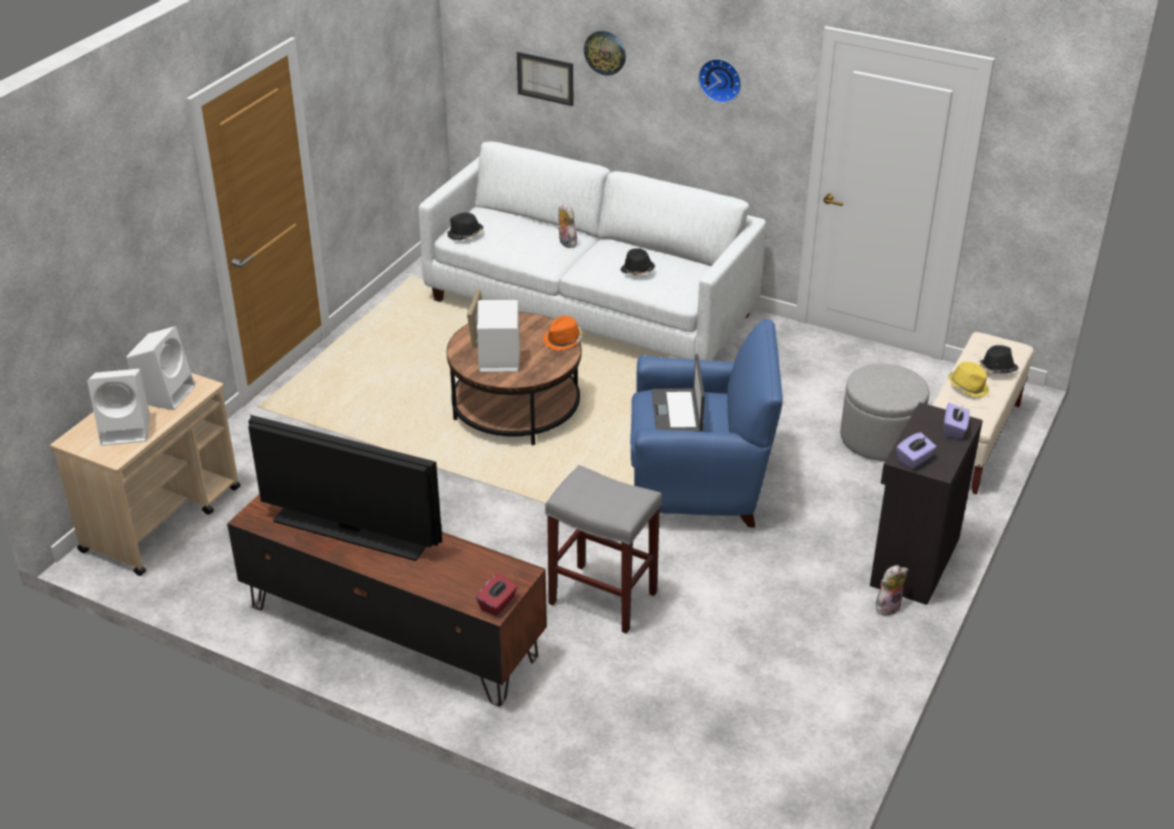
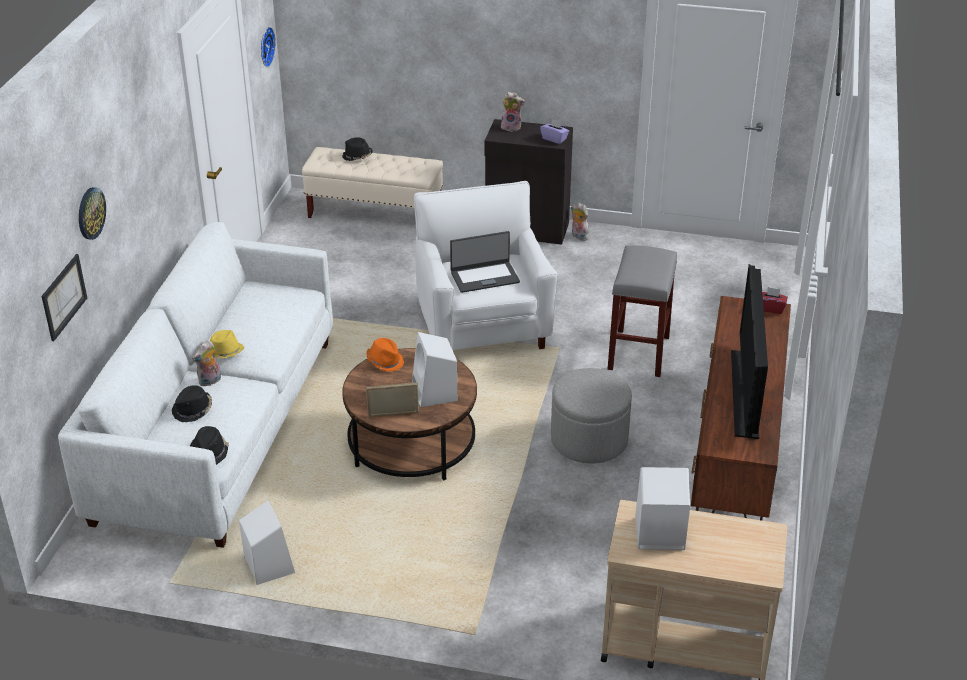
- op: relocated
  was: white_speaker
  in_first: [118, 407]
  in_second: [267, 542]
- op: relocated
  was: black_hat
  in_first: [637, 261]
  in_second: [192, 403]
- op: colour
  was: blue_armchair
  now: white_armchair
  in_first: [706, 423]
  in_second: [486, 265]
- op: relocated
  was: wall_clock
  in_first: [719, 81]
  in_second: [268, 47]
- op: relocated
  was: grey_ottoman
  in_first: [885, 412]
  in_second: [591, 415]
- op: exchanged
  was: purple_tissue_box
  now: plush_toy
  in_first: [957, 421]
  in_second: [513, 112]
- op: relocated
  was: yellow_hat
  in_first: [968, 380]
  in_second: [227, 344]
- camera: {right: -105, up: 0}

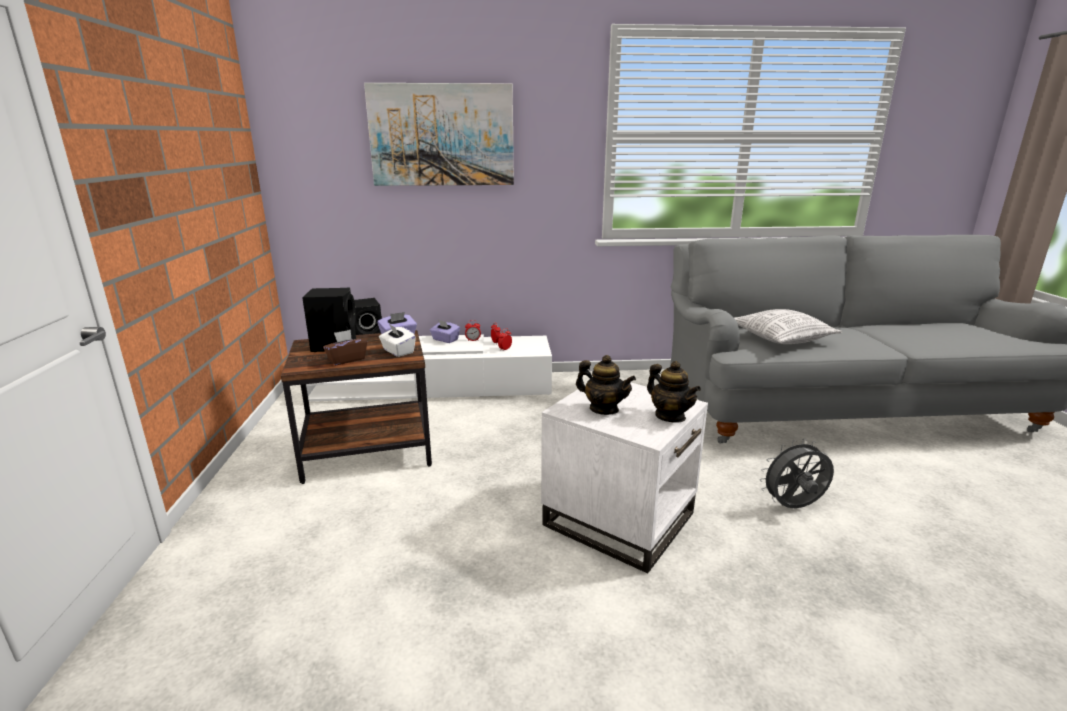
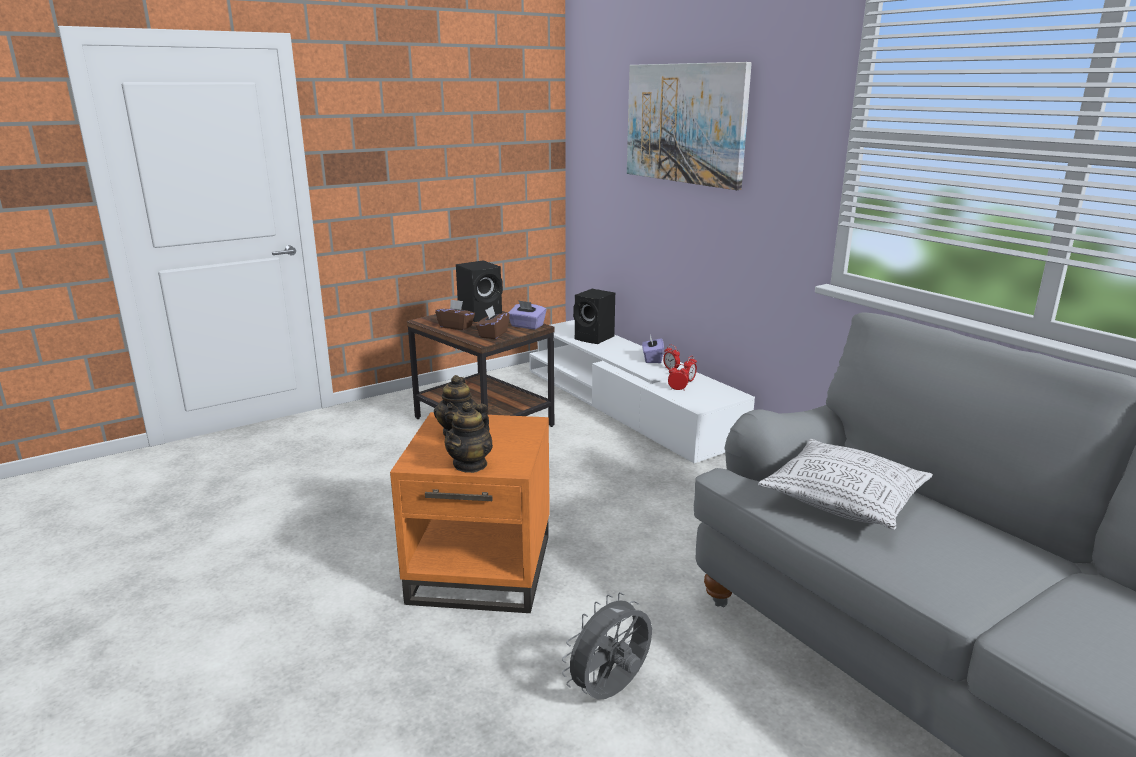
- op: colour
  was: white_tissue_box
  now: brown_tissue_box
  in_first: [397, 340]
  in_second: [493, 322]
- op: colour
  was: white_side_table
  now: orange_side_table
  in_first: [624, 476]
  in_second: [470, 512]
- op: spun
  was: grey_fan
  in_first: [797, 473]
  in_second: [607, 645]
  clockwise: -90
- camera: {right: 60, up: 0}

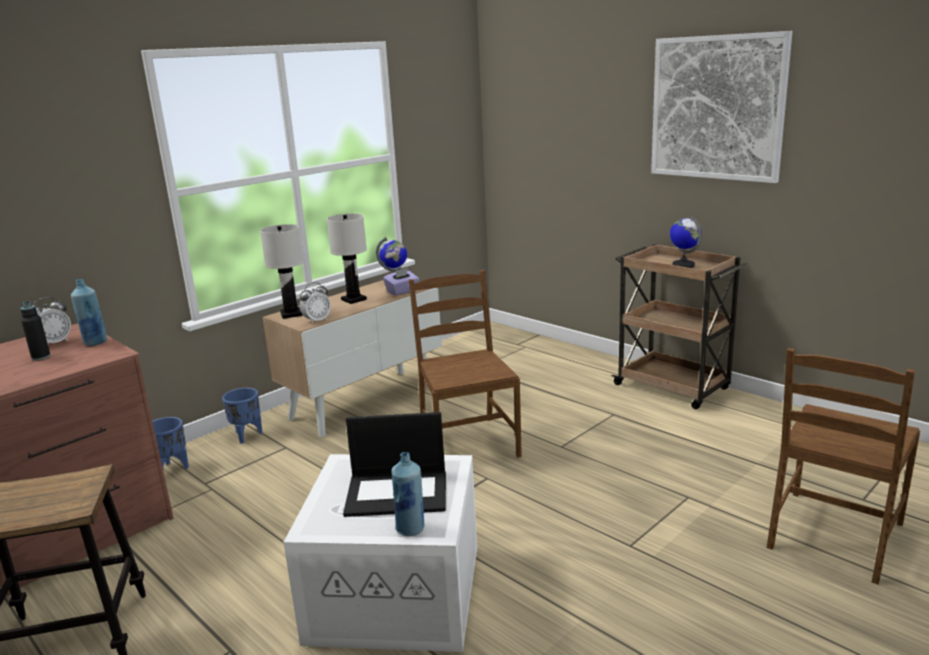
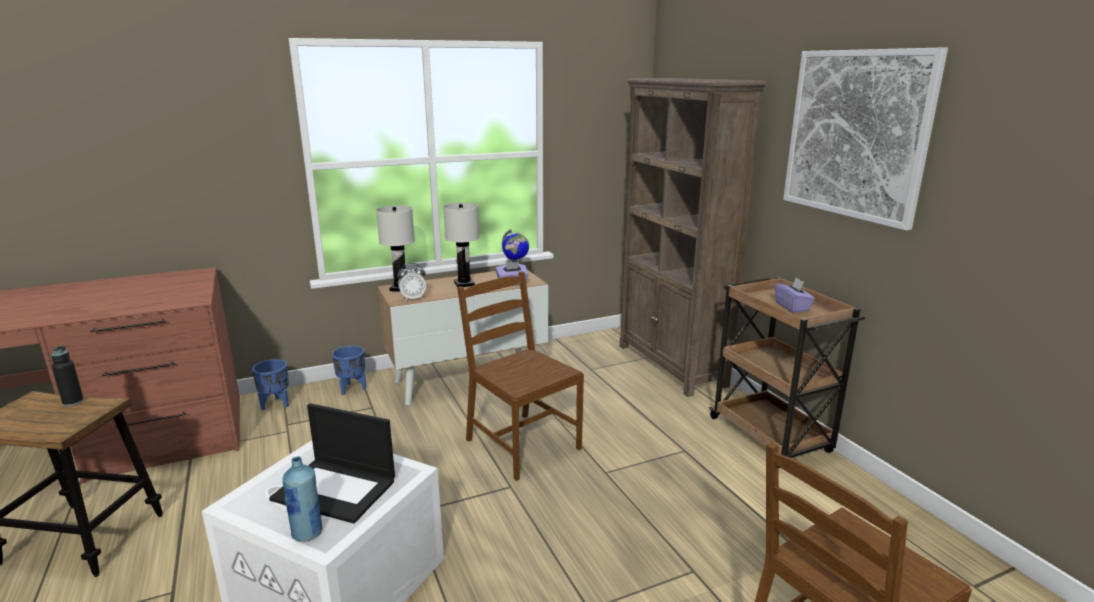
- op: relocated
  was: black_bottle
  in_first: [35, 330]
  in_second: [67, 376]
- op: missing
  was: alarm_clock
  in_first: [52, 320]
- op: missing
  was: blue_bottle
  in_first: [89, 312]
- op: spun
  was: brown_chair
  in_first: [465, 364]
  in_second: [520, 376]
  clockwise: -45
- op: exchanged
  was: globe
  now: purple_tissue_box
  in_first: [686, 242]
  in_second: [795, 295]
- op: appeared
  now: brown_bookcase
  in_second: [693, 237]
- camera: {right: 20, up: 0}

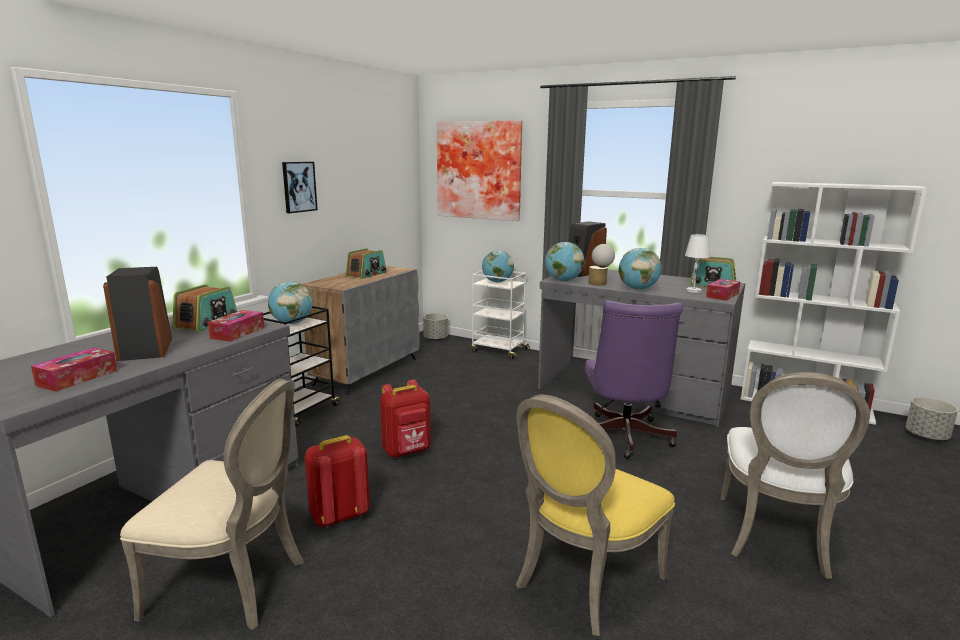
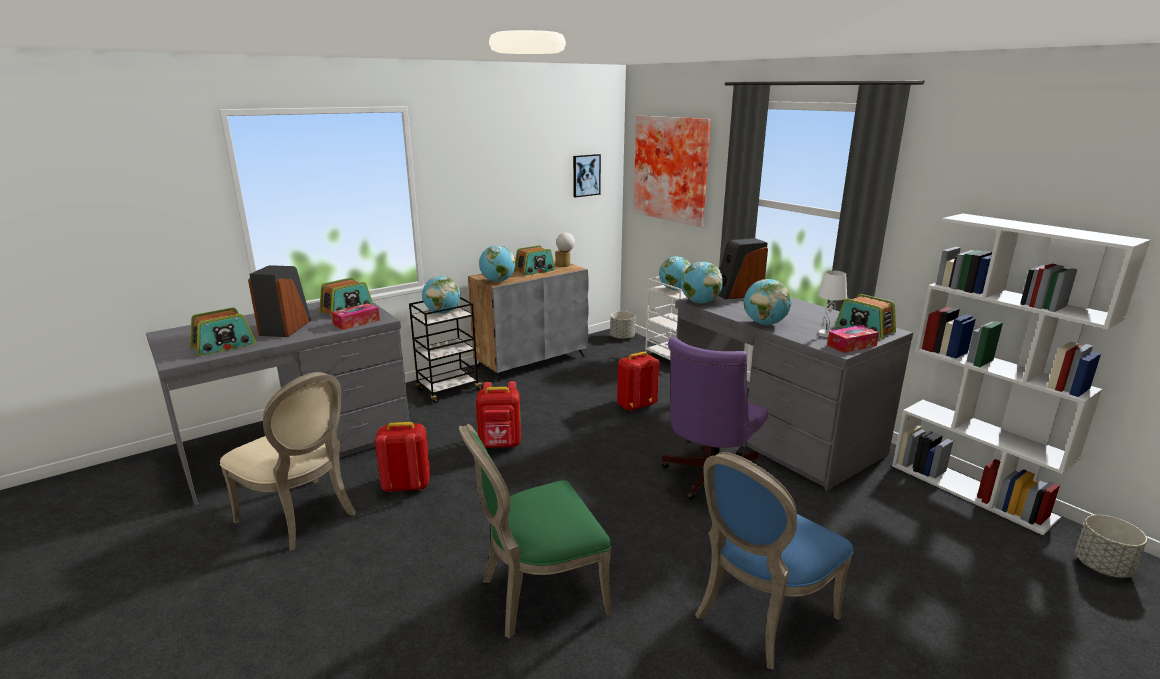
- op: exchanged
  was: tissue_box
  now: radio
  in_first: [74, 370]
  in_second: [223, 331]
- op: relocated
  was: picture
  in_first: [300, 187]
  in_second: [587, 175]
- op: colour
  was: yellow_chair
  now: green_chair
  in_first: [595, 515]
  in_second: [535, 531]
- op: relocated
  was: table_lamp
  in_first: [601, 265]
  in_second: [565, 250]
- op: colour
  was: white_chair
  now: blue_chair
  in_first: [795, 475]
  in_second: [774, 561]
- op: appeared
  now: globe
  in_second: [497, 263]
- op: appeared
  now: red_backpack
  in_second: [638, 381]
- camera: {right: 25, up: 5}

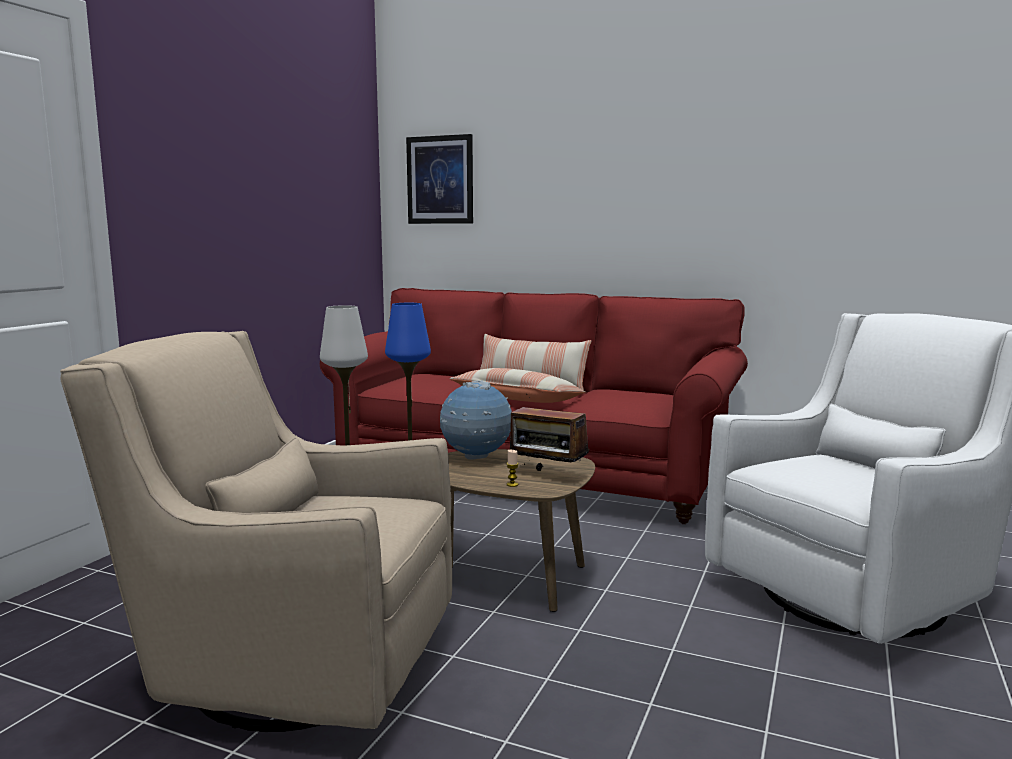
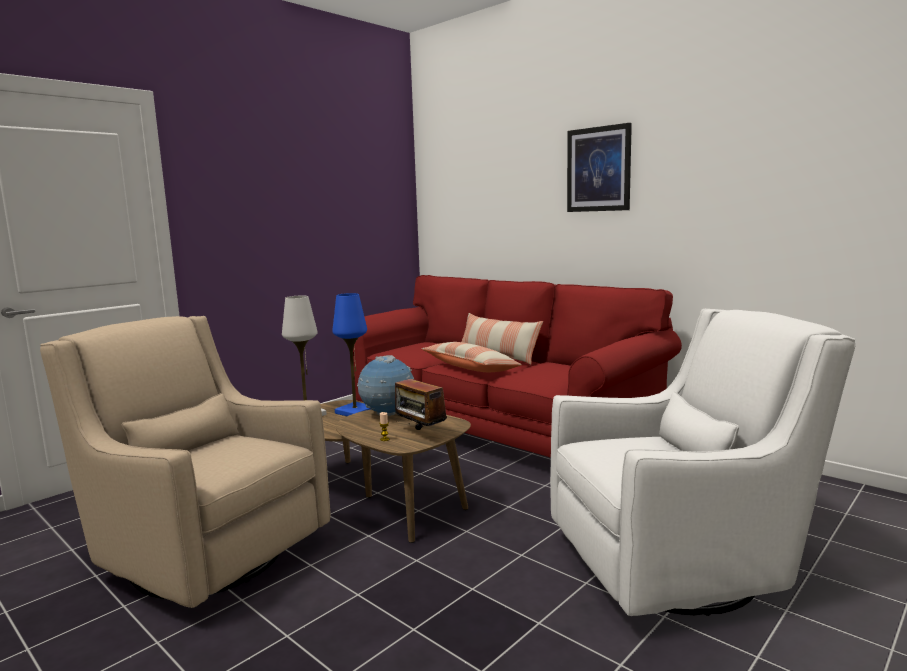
- op: relocated
  was: picture
  in_first: [439, 179]
  in_second: [599, 167]
- camera: {right: 20, up: 0}

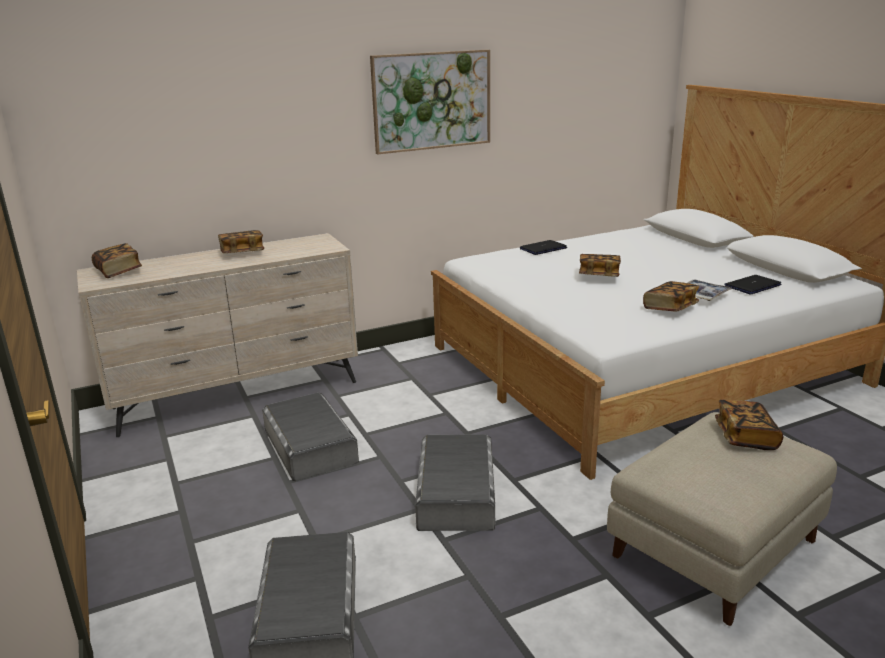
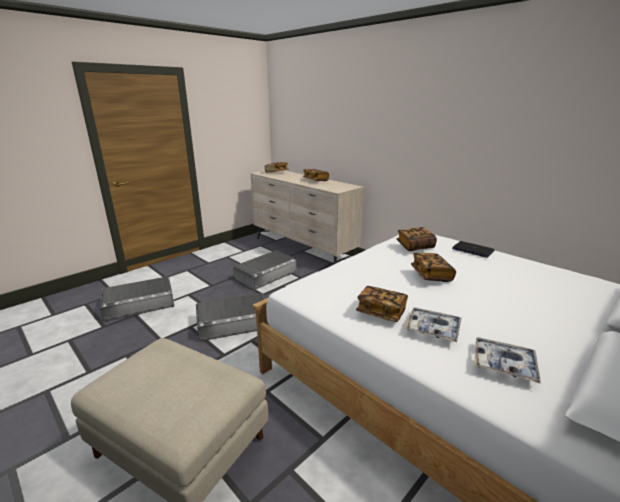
- op: missing
  was: picture
  in_first: [430, 102]
- op: relocated
  was: book
  in_first: [749, 424]
  in_second: [417, 239]
- op: exchanged
  was: laptop
  now: tray
  in_first: [753, 284]
  in_second: [507, 360]
- camera: {right: 70, up: 0}

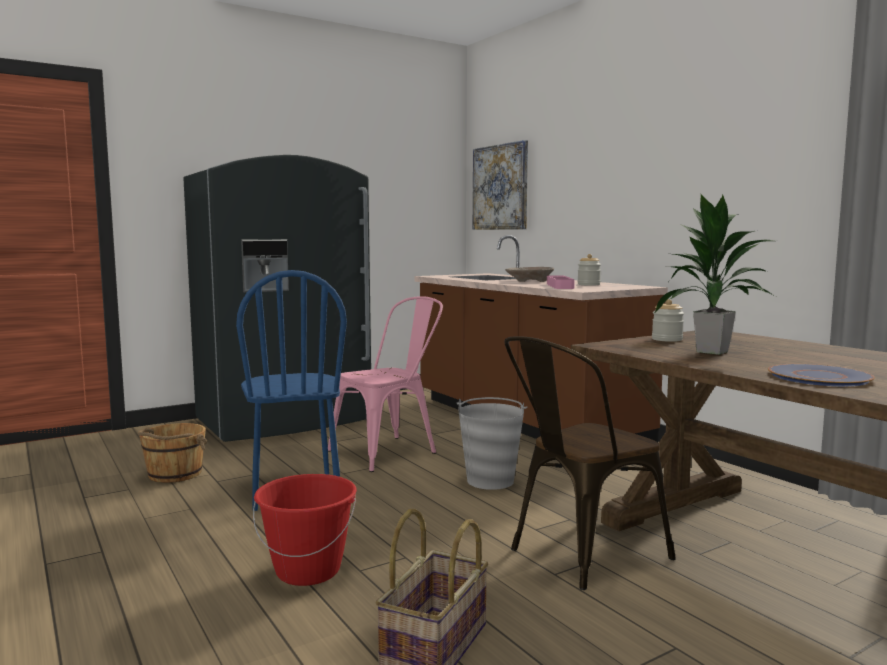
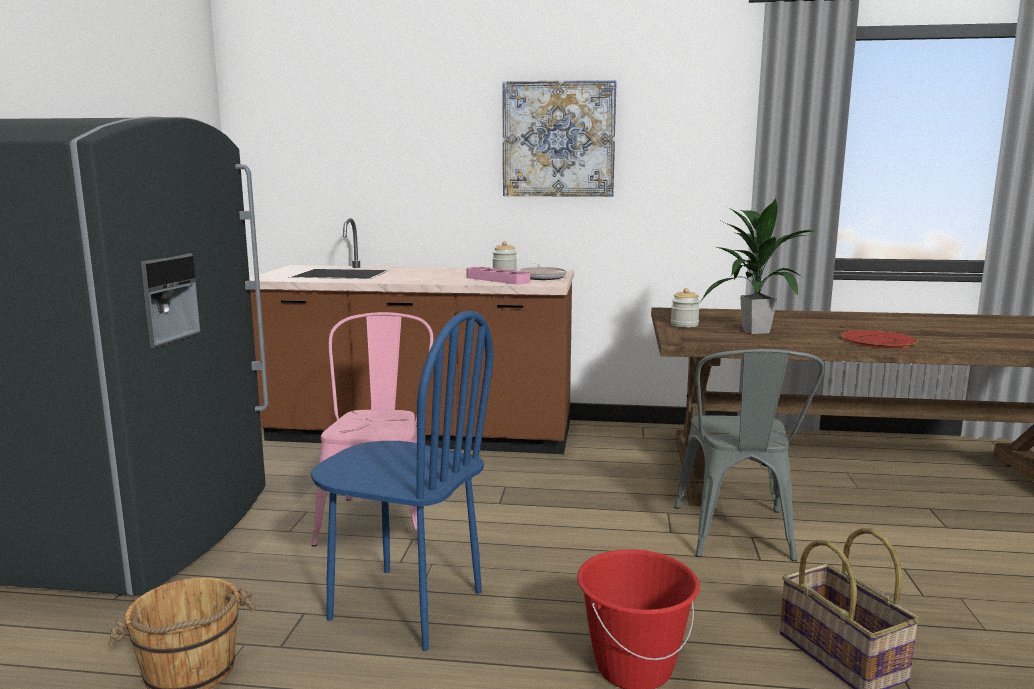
- op: missing
  was: grey_bucket
  in_first: [492, 443]
- op: relocated
  was: picture
  in_first: [500, 185]
  in_second: [559, 138]
- op: colour
  was: brown_chair
  now: grey_chair
  in_first: [590, 463]
  in_second: [749, 455]
- op: missing
  was: beige_bowl
  in_first: [529, 274]
- op: colour
  was: blue_plate
  now: red_plate
  in_first: [821, 375]
  in_second: [879, 339]
- op: appeared
  now: frying_pan
  in_second: [543, 271]
- camera: {right: -50, up: 5}

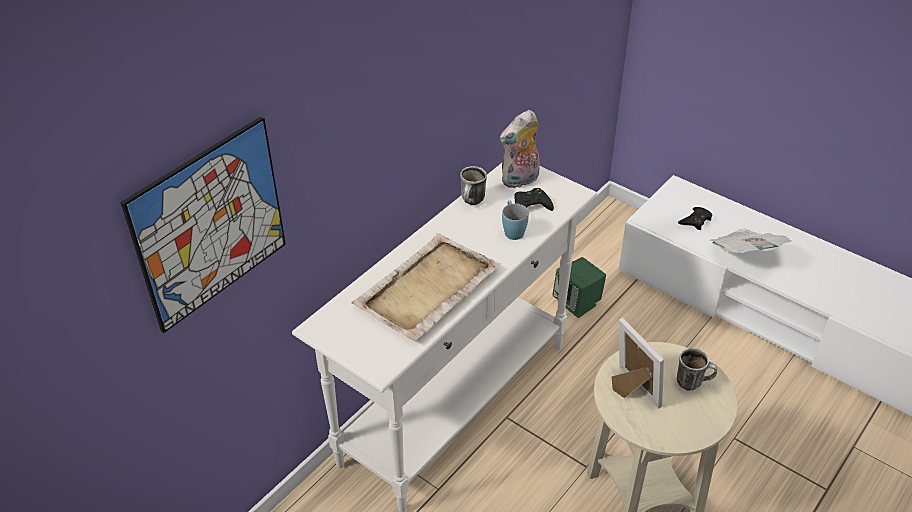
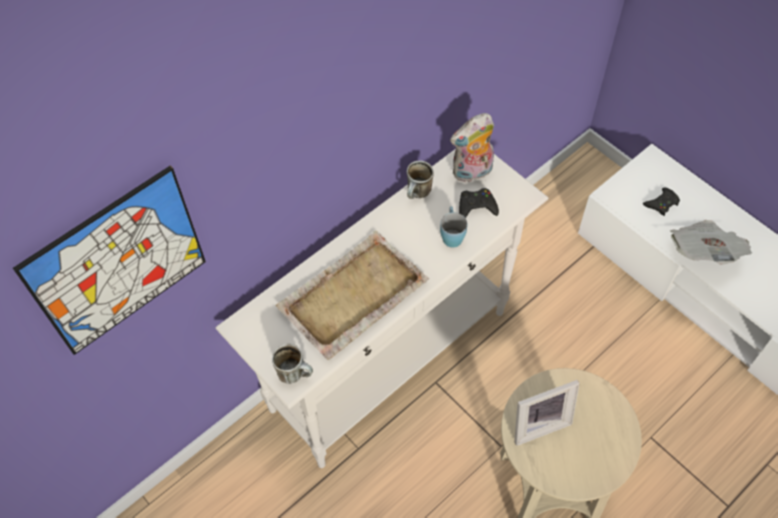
- op: missing
  was: green_speaker
  in_first: [579, 287]
- op: spun
  was: picture_frame
  in_first: [638, 363]
  in_second: [546, 413]
  clockwise: 90
- op: relocated
  was: mug
  in_first: [697, 369]
  in_second: [292, 364]
- camera: {right: 10, up: 15}

